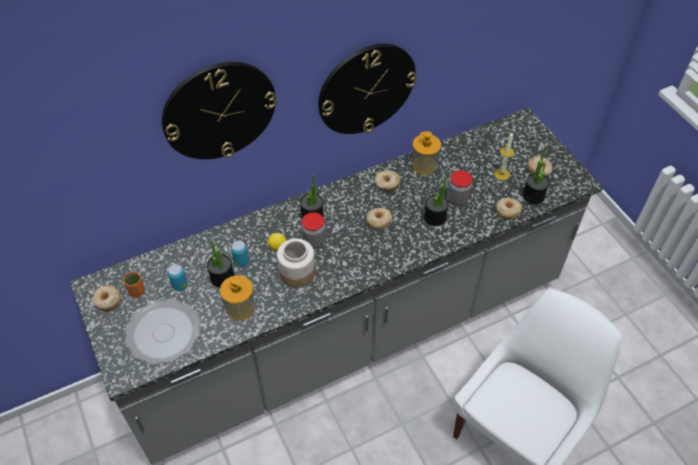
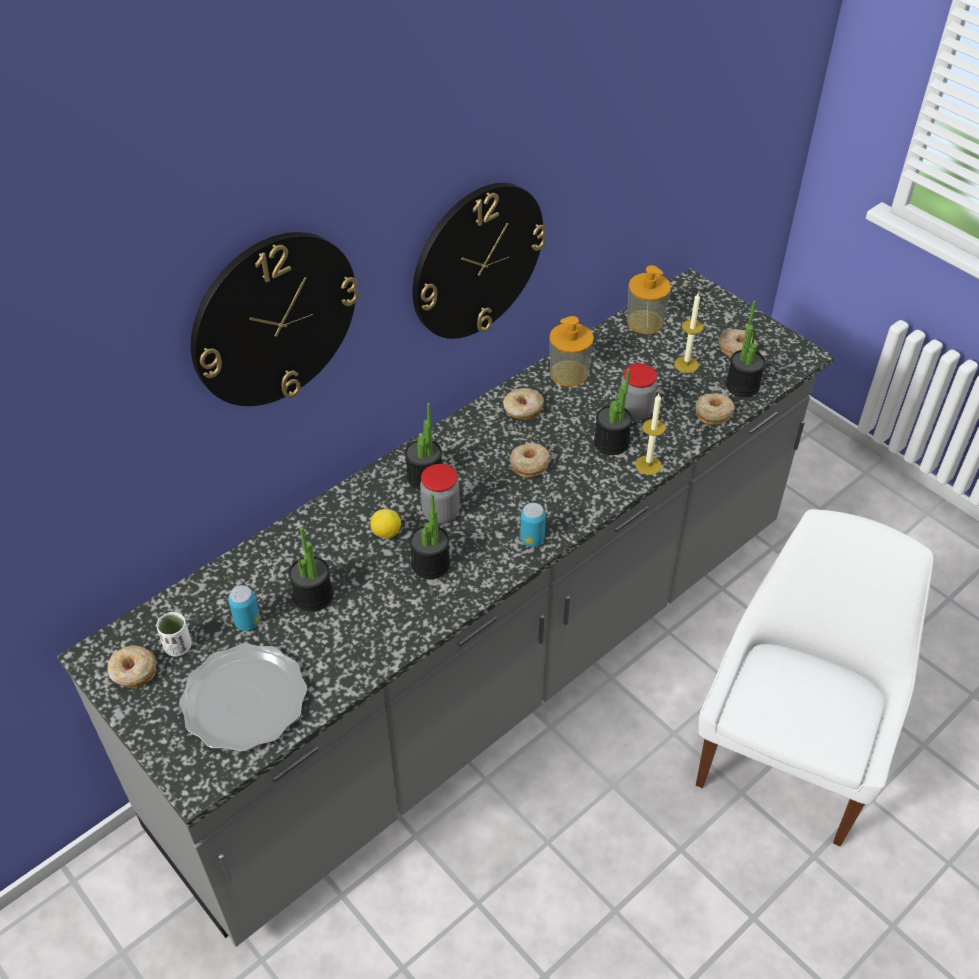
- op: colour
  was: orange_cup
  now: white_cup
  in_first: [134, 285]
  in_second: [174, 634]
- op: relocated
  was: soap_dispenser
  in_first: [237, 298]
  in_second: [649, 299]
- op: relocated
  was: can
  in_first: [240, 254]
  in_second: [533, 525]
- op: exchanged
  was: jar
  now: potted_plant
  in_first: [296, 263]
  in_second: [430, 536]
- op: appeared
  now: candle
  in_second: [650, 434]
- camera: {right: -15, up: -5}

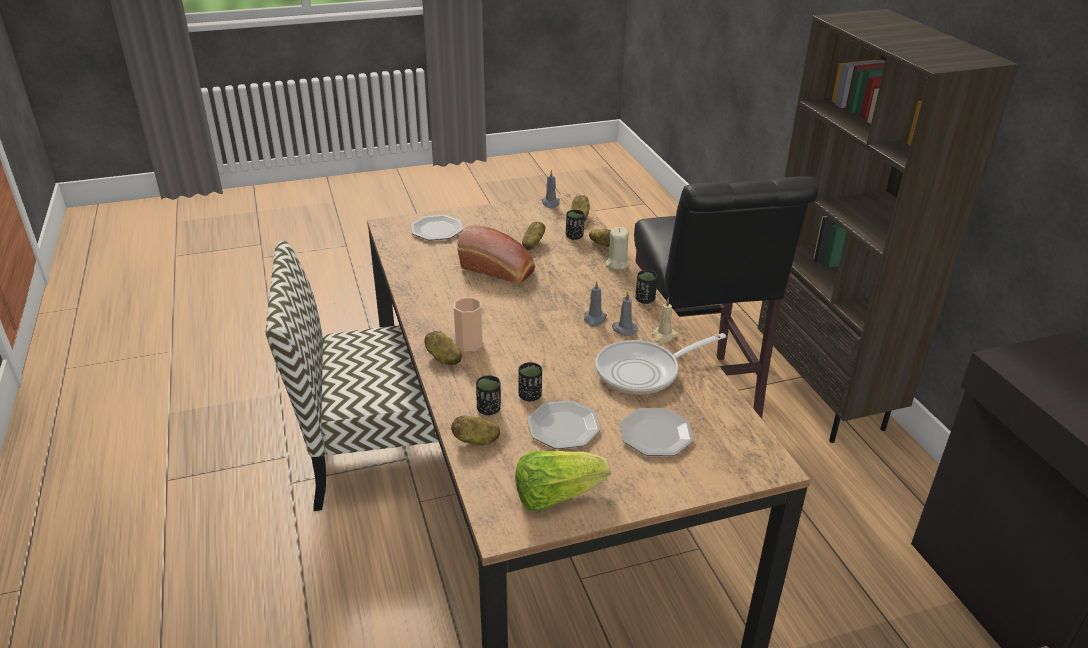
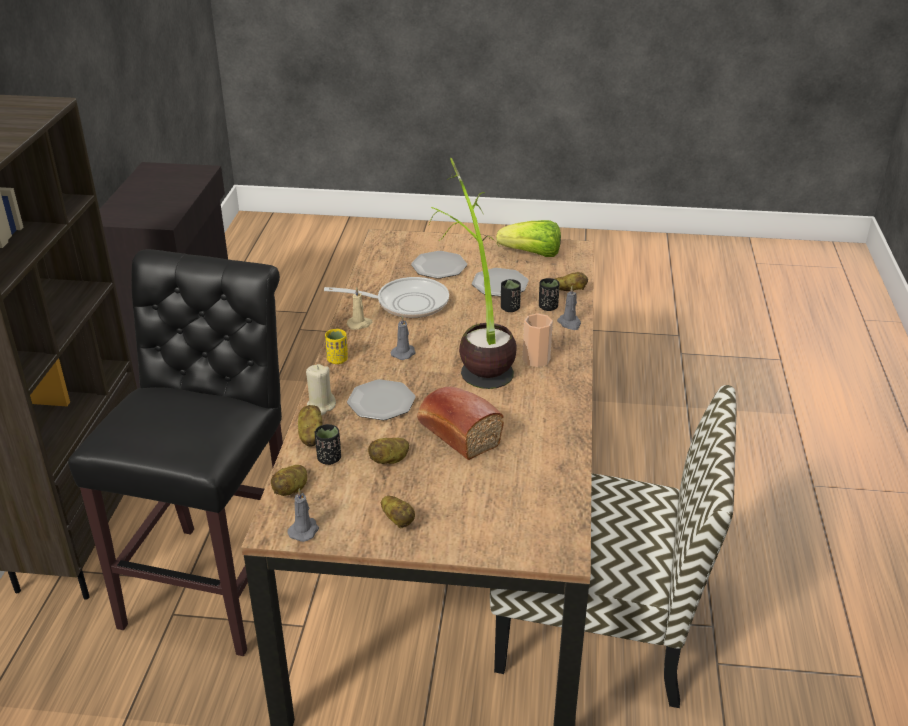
- op: relocated
  was: plate
  in_first: [437, 228]
  in_second: [381, 399]
- op: relocated
  was: potato
  in_first: [443, 348]
  in_second: [398, 512]
- op: relocated
  was: grey_candle
  in_first: [625, 313]
  in_second: [569, 308]
- op: colour
  was: black_cup
  now: yellow_cup
  in_first: [646, 287]
  in_second: [336, 346]
- op: appeared
  now: potted_plant
  in_second: [473, 273]
- camera: {right: -155, up: 0}

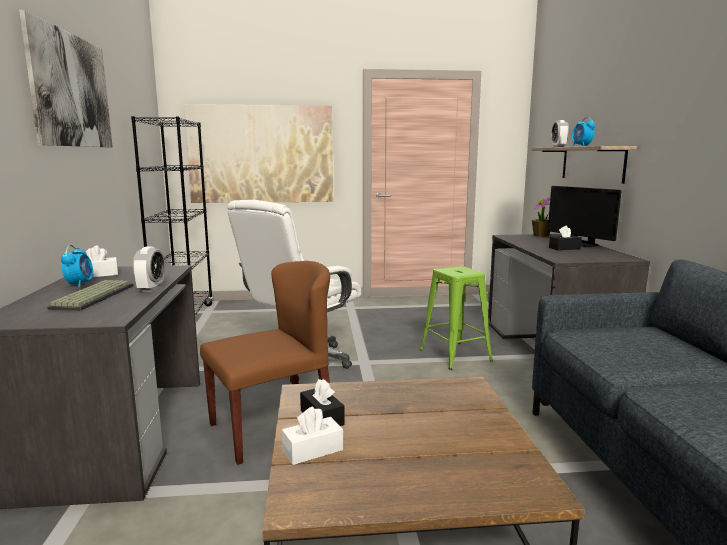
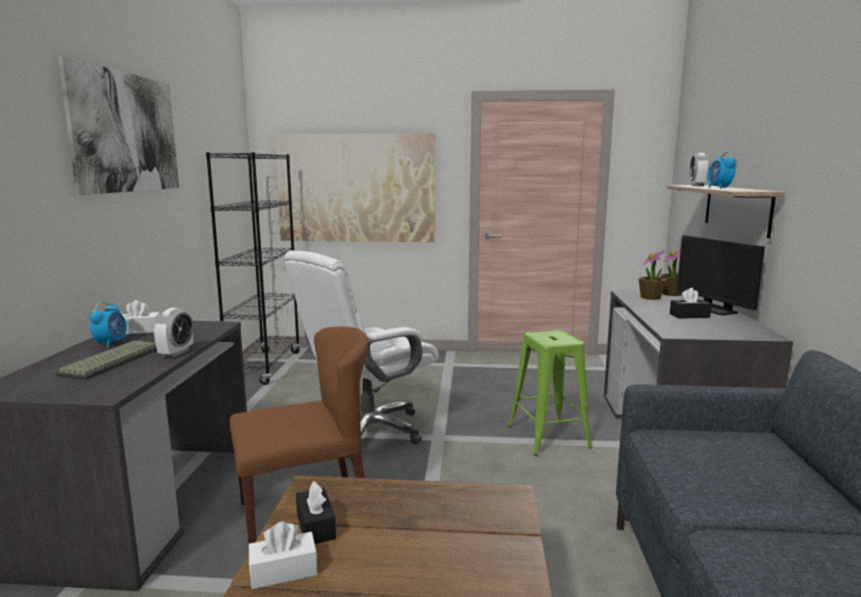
- op: appeared
  now: potted_plant
  in_second: [652, 275]
- camera: {right: 10, up: 0}

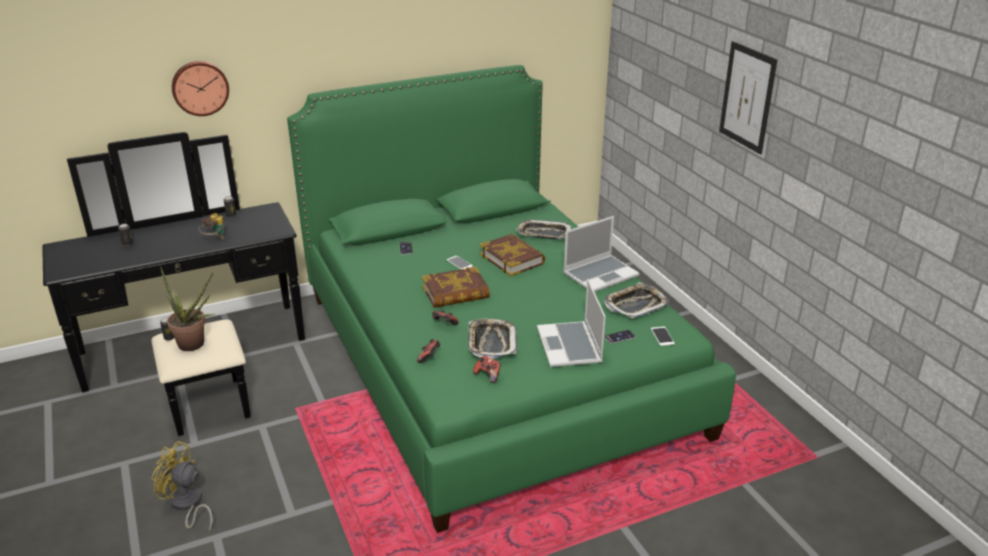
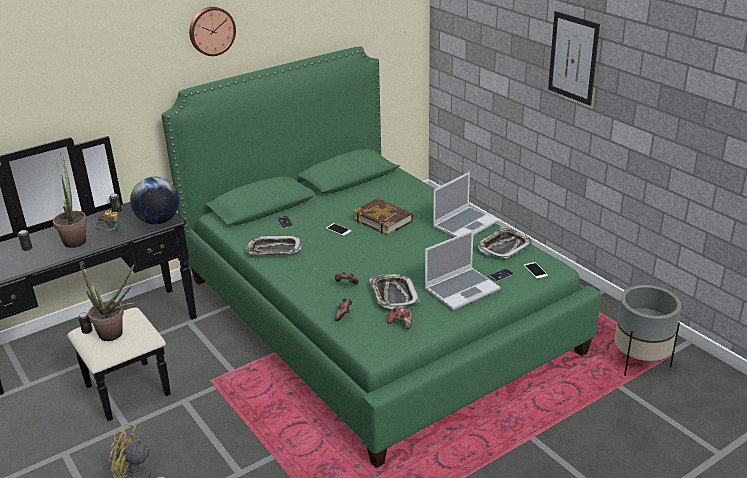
- op: relocated
  was: wall_clock
  in_first: [200, 88]
  in_second: [212, 31]
- op: missing
  was: book
  in_first: [456, 287]
- op: relocated
  was: tray
  in_first: [544, 229]
  in_second: [274, 245]
- op: spun
  was: laptop
  in_first: [571, 323]
  in_second: [463, 270]
  clockwise: -105
- op: appeared
  now: potted_plant
  in_second: [70, 200]
- op: appeared
  now: globe
  in_second: [154, 200]
- op: appeared
  now: grey_planter
  in_second: [648, 330]
- camera: {right: -10, up: 0}

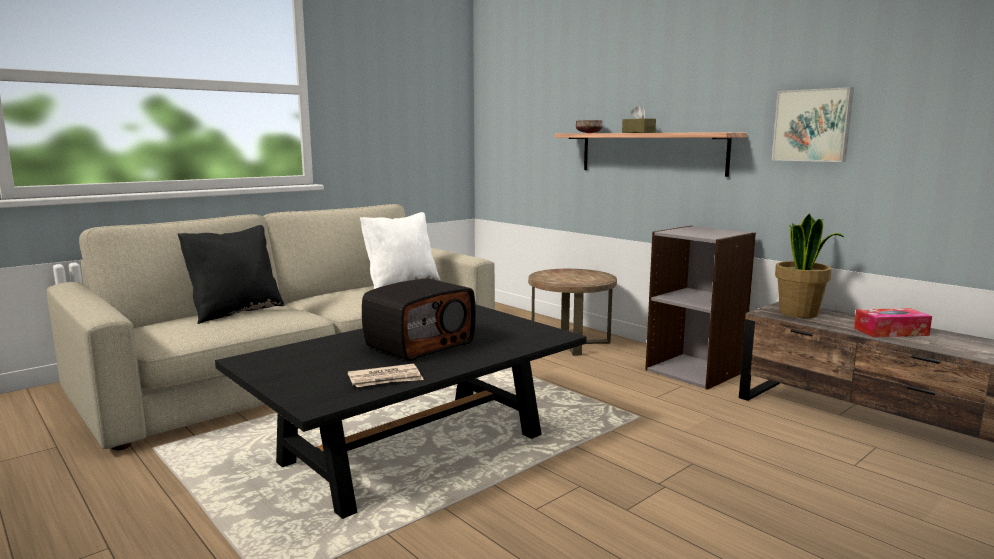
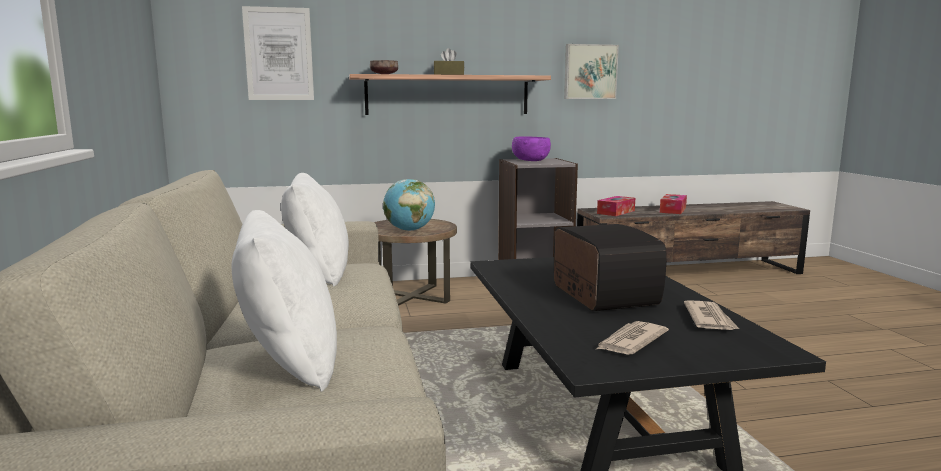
- op: colour
  was: black_pillow
  now: white_pillow
  in_first: [231, 274]
  in_second: [284, 301]
- op: exchanged
  was: potted_plant
  now: tissue_box
  in_first: [810, 265]
  in_second: [616, 206]
- op: appeared
  now: picture
  in_second: [278, 53]
- op: appeared
  now: globe
  in_second: [409, 205]
- op: appeared
  now: purple_bowl
  in_second: [531, 149]
- op: appeared
  now: newspaper
  in_second: [632, 338]
- camera: {right: -60, up: 0}

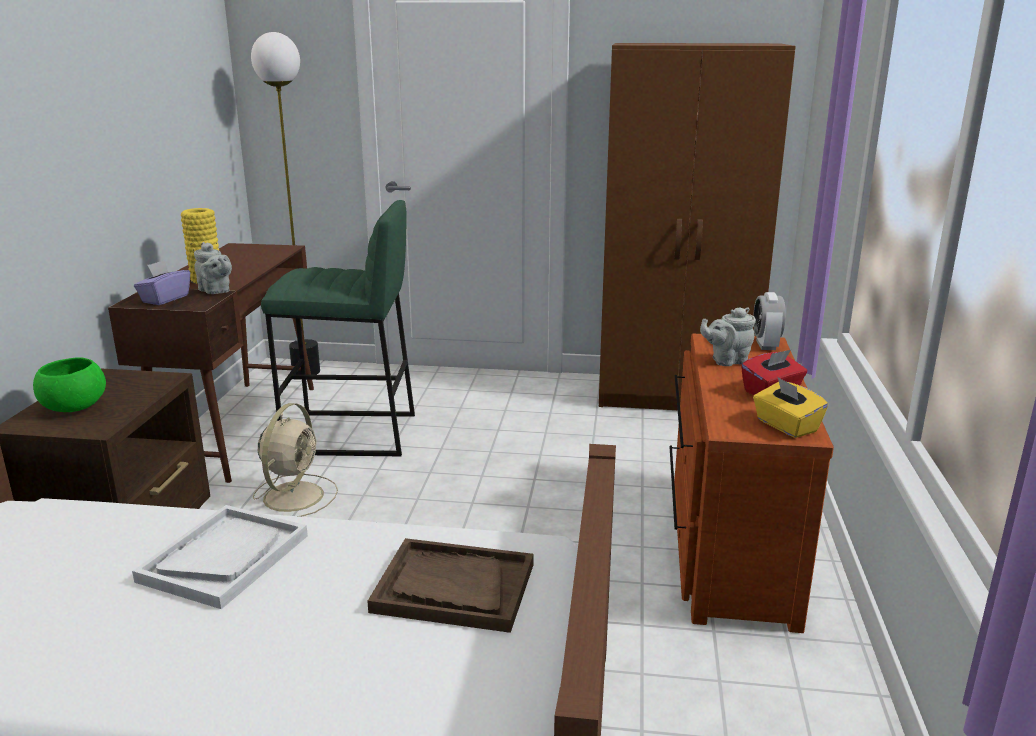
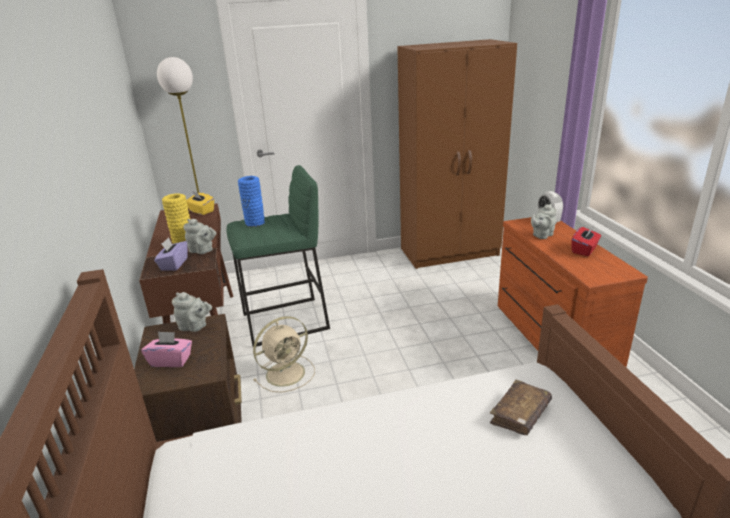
- op: exchanged
  was: green_bowl
  now: pink_tissue_box
  in_first: [69, 385]
  in_second: [166, 349]
- op: missing
  was: white_tray
  in_first: [220, 557]
- op: spun
  was: beige_fan
  in_first: [295, 460]
  in_second: [284, 354]
  clockwise: 60
- op: exchanged
  was: brown_tray
  now: brown_book
  in_first: [450, 585]
  in_second: [521, 407]
- op: relocated
  was: yellow_tissue_box
  in_first: [790, 407]
  in_second: [200, 203]
- op: appeared
  now: grey_teapot
  in_second: [192, 312]
- op: appeared
  now: blue_vase
  in_second: [251, 201]
- camera: {right: -20, up: 5}

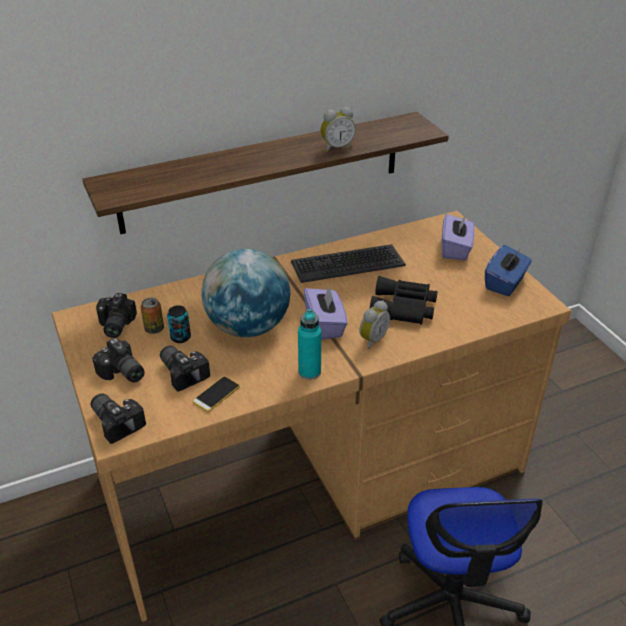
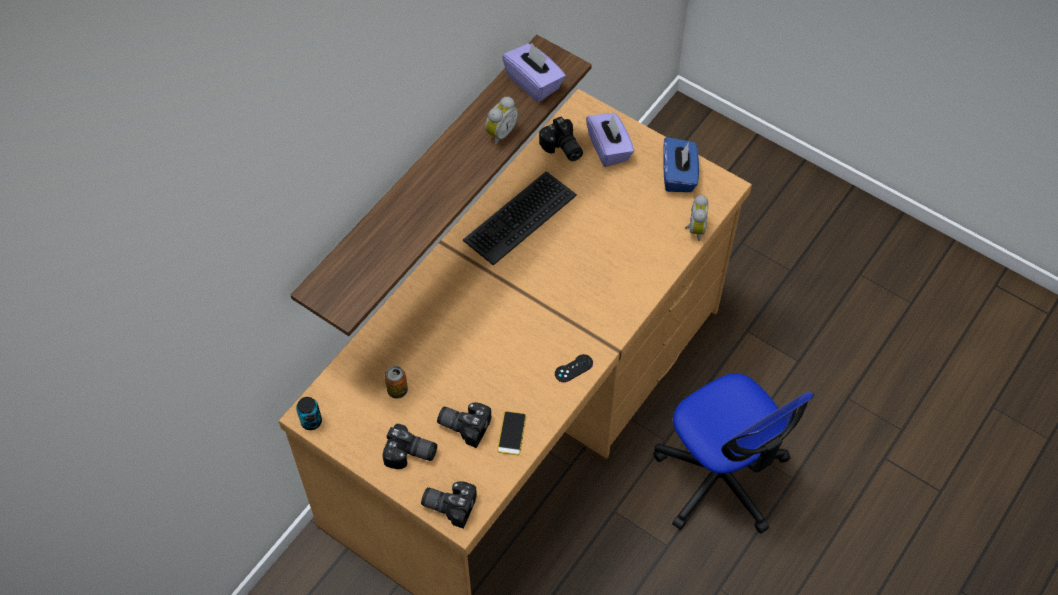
- op: relocated
  was: photo_camera
  in_first: [116, 315]
  in_second: [561, 138]
- op: relocated
  was: can
  in_first: [179, 324]
  in_second: [309, 413]
- op: missing
  was: globe
  in_first: [245, 293]
- op: exchanged
  was: turquoise_bottle
  now: black_game_controller
  in_first: [309, 344]
  in_second: [574, 368]
- op: relocated
  was: purple_tissue_box
  in_first: [326, 312]
  in_second: [534, 72]
- op: relocated
  was: alarm_clock
  in_first: [375, 324]
  in_second: [696, 218]
- op: missing
  was: black_binoculars
  in_first: [404, 300]
- camera: {right: -30, up: 20}

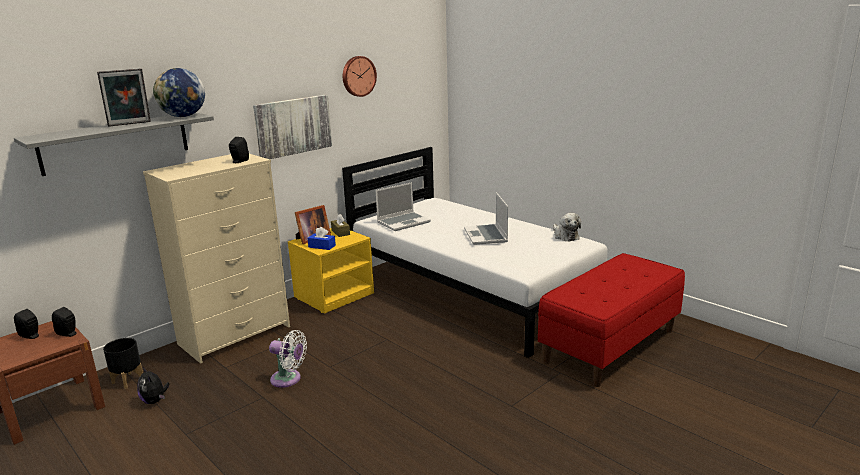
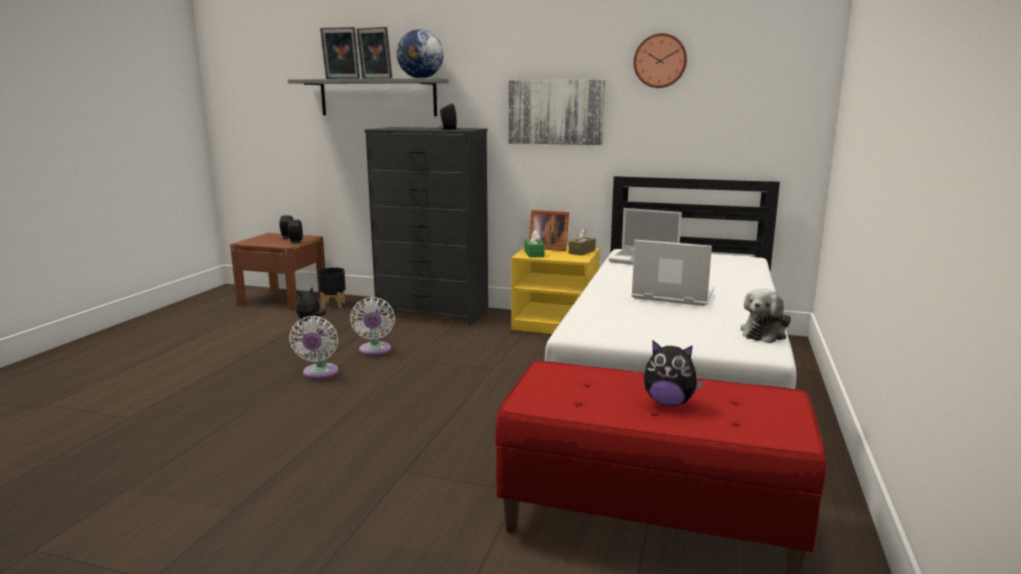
- op: colour
  was: beige_dresser
  now: black_dresser
  in_first: [216, 259]
  in_second: [426, 226]
- op: colour
  was: blue_tissue_box
  now: green_tissue_box
  in_first: [322, 238]
  in_second: [534, 244]
- op: spun
  was: laptop
  in_first: [486, 219]
  in_second: [672, 273]
  clockwise: 60
- op: appeared
  now: white_fan
  in_second: [313, 347]
- op: appeared
  now: picture_frame
  in_second: [340, 53]
- op: appeared
  now: plush_toy
  in_second: [673, 373]
- camera: {right: 60, up: -5}

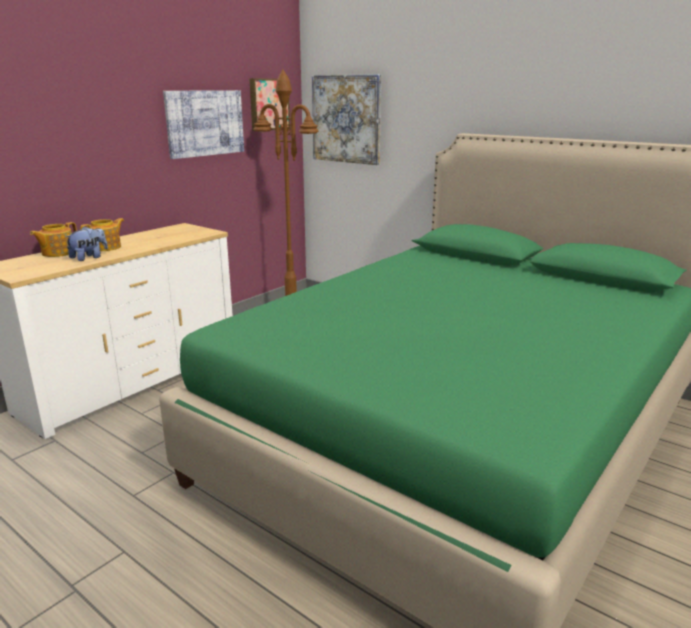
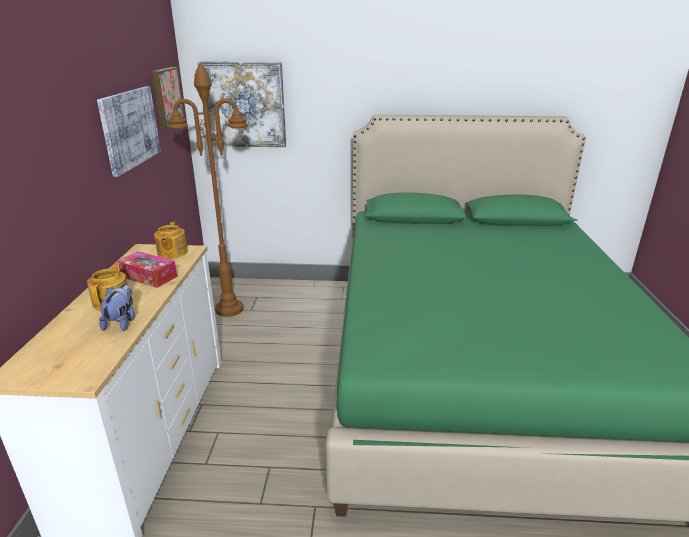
- op: relocated
  was: teapot
  in_first: [53, 239]
  in_second: [171, 240]
- op: appeared
  now: tissue_box
  in_second: [147, 269]
- camera: {right: -35, up: 5}

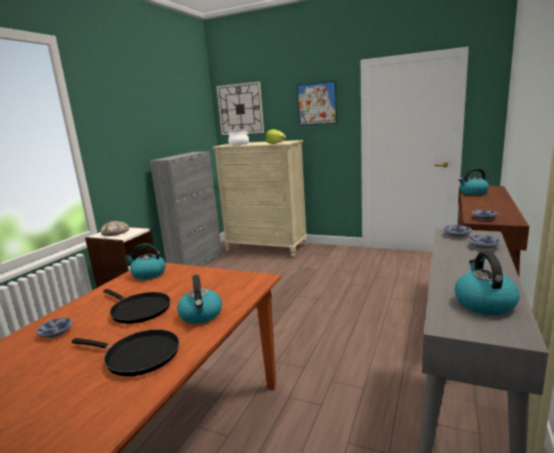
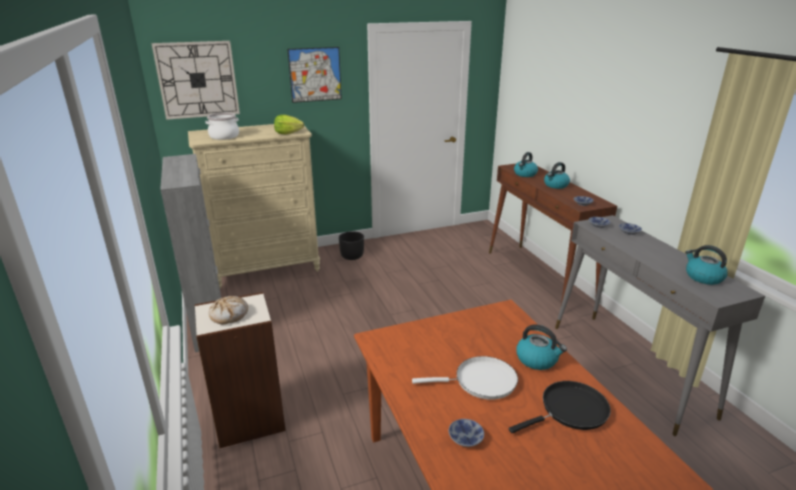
- op: colour
  was: black_frying_pan
  now: white_frying_pan
  in_first: [136, 306]
  in_second: [465, 378]
- op: relocated
  was: kettle
  in_first: [145, 261]
  in_second: [557, 175]
- op: appeared
  now: black_planter
  in_second: [351, 245]
- camera: {right: -45, up: 10}

